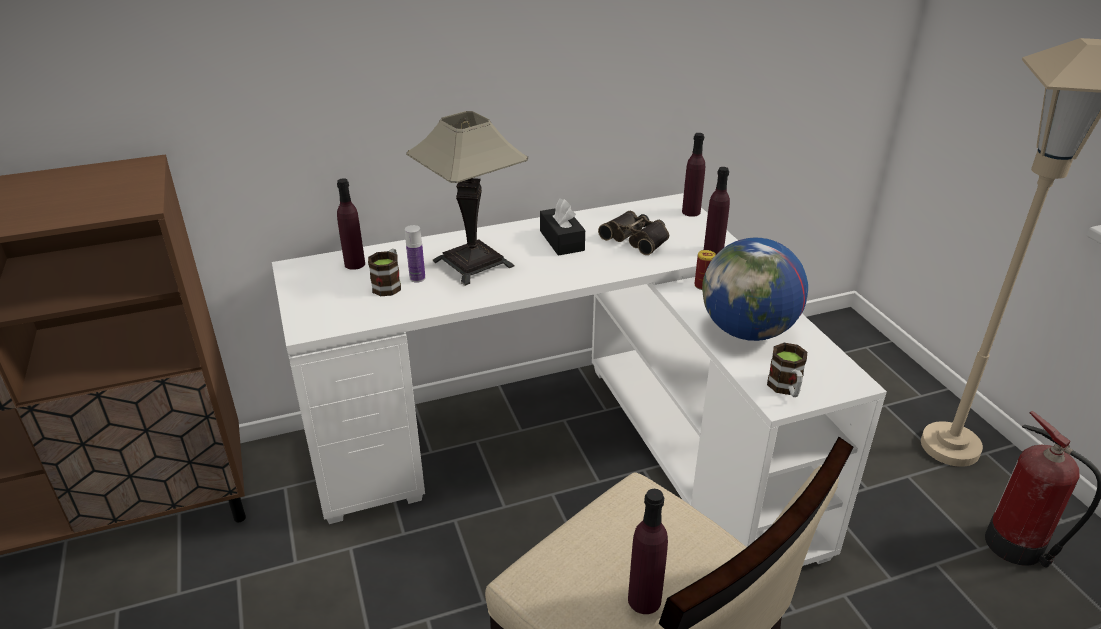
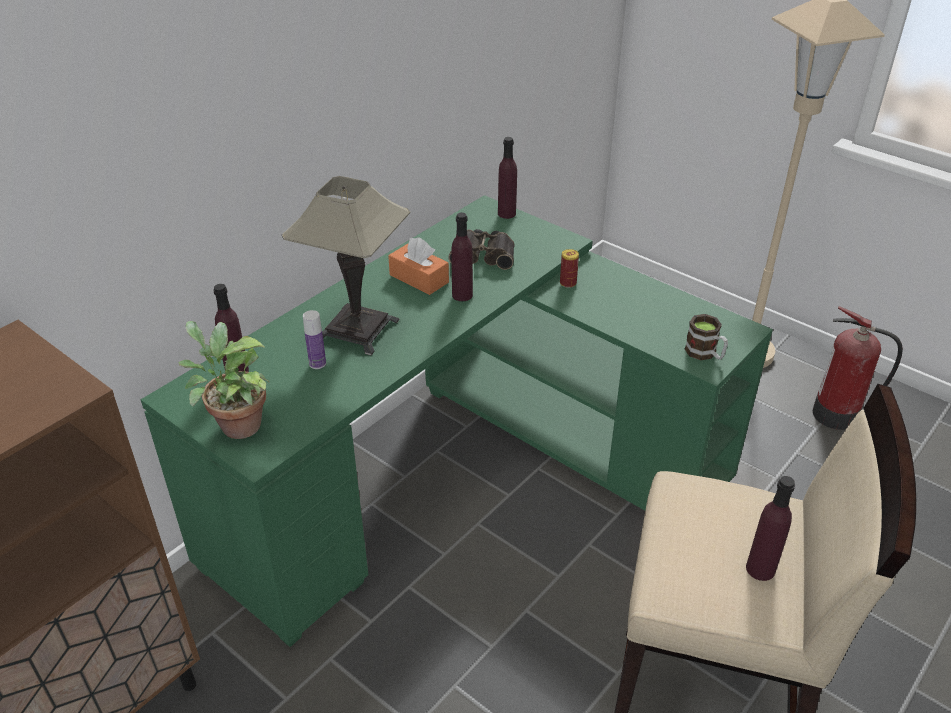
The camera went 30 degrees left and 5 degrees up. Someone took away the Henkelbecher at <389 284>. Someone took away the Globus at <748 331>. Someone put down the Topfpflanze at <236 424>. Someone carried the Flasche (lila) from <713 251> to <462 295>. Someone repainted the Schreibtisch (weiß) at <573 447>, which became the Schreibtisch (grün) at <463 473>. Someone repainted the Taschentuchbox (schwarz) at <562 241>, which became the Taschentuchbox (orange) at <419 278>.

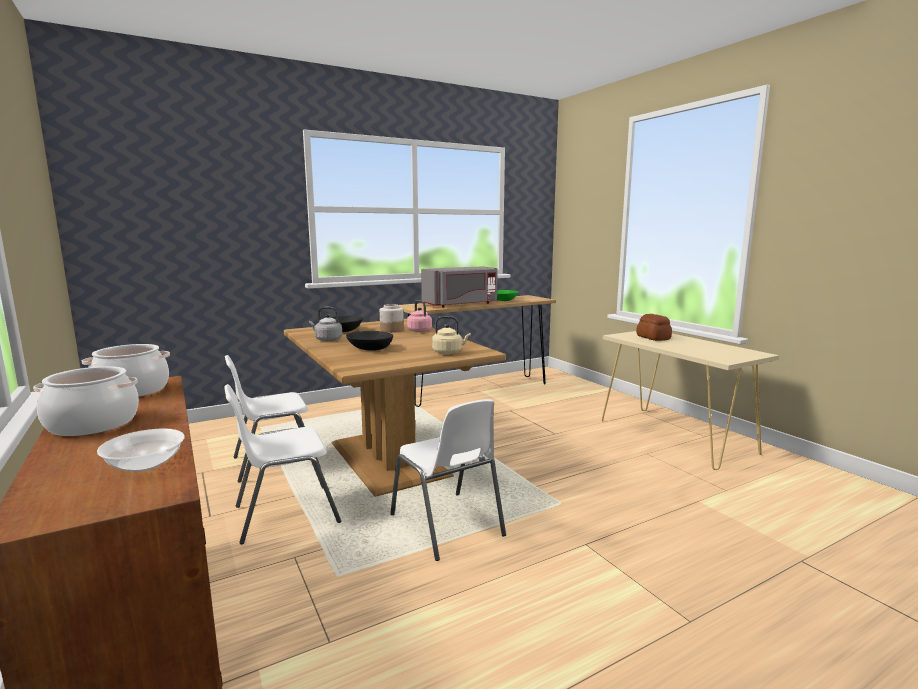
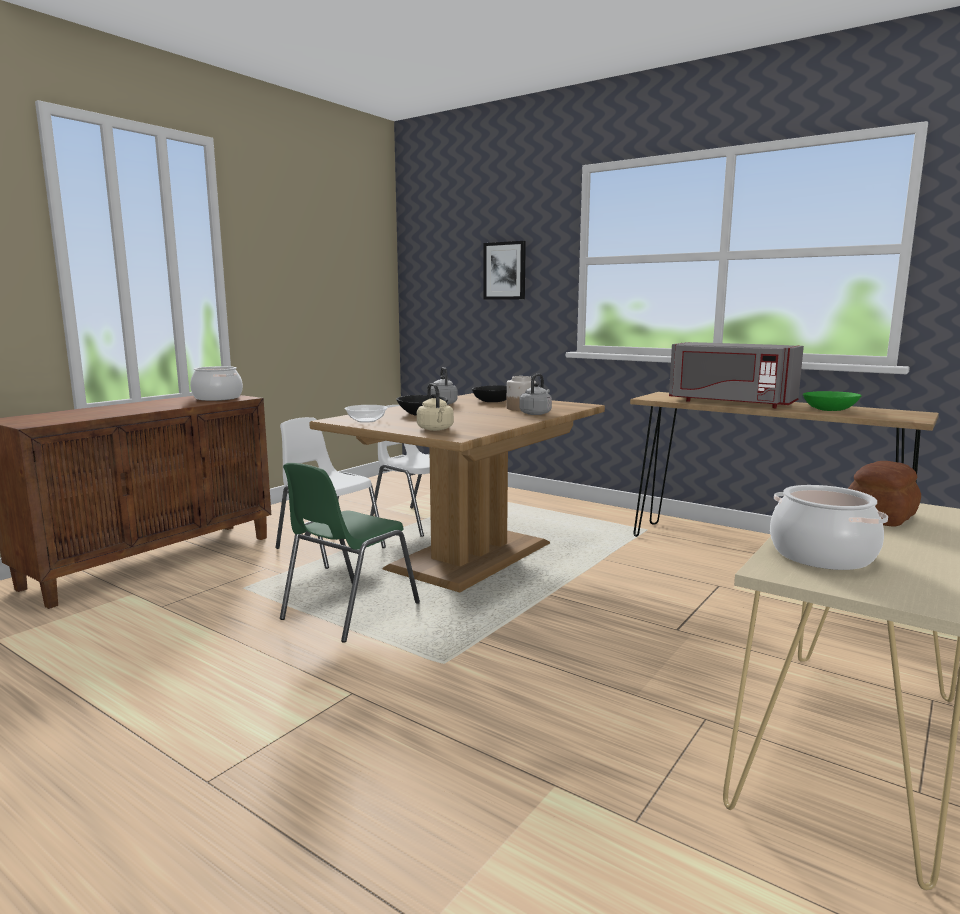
The camera went 65 degrees right and 0 degrees up. Someone put up the Bild at <505 271>. Someone carried the Kochtopf from <93 424> to <823 555>. Someone carried the Schüssel from <145 464> to <366 421>. Someone repainted the Stuhl (weiß) at <447 526>, which became the Stuhl (grün) at <348 611>. Someone repainted the Wasserkessel (rosa) at <418 330>, which became the Wasserkessel (grau) at <536 413>.

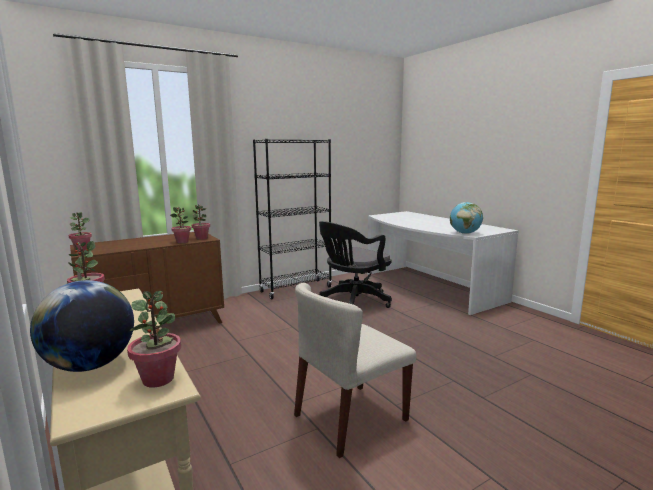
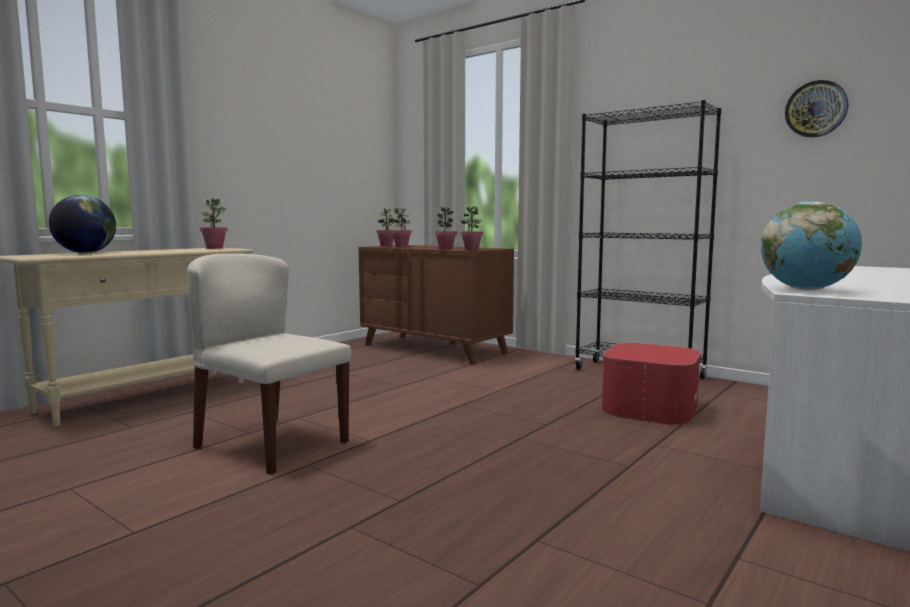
The camera went 70 degrees right and 5 degrees down. Someone put up the Wanduhr at <816 109>. Someone carried the Topfpflanze from <158 379> to <402 246>. Someone swapped the Bürostuhl (schwarz) at <353 301> for the Polsterhocker at <649 408>.

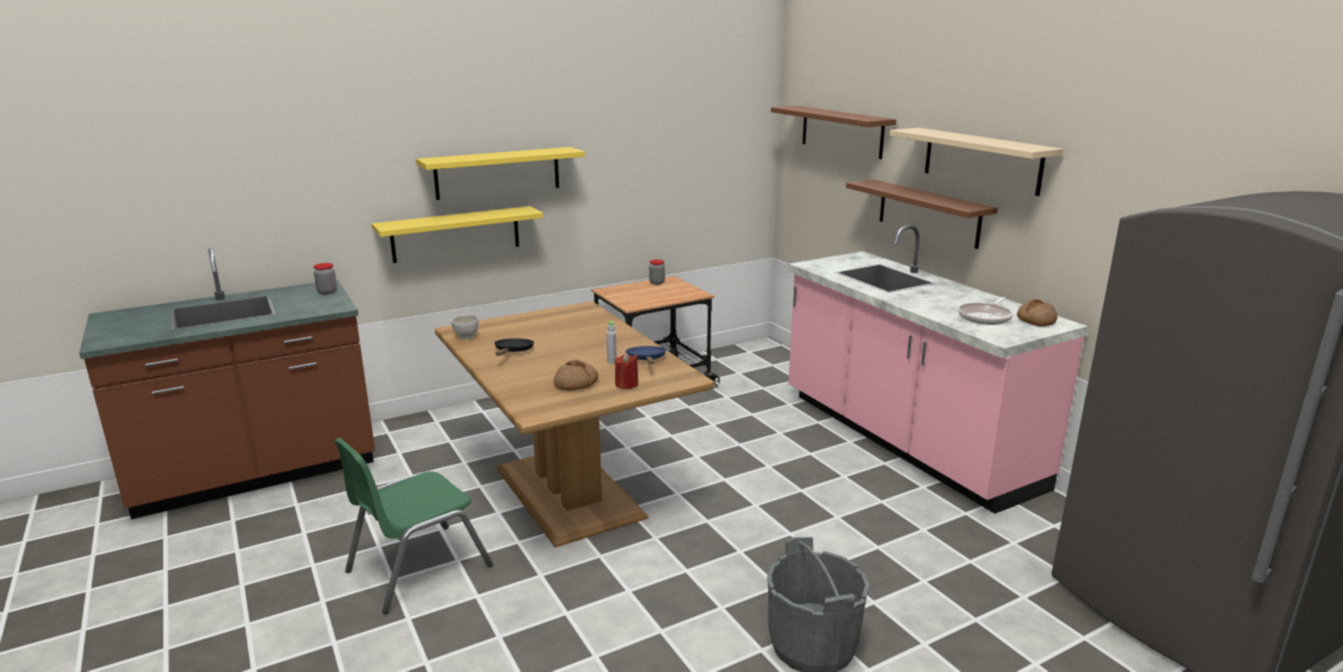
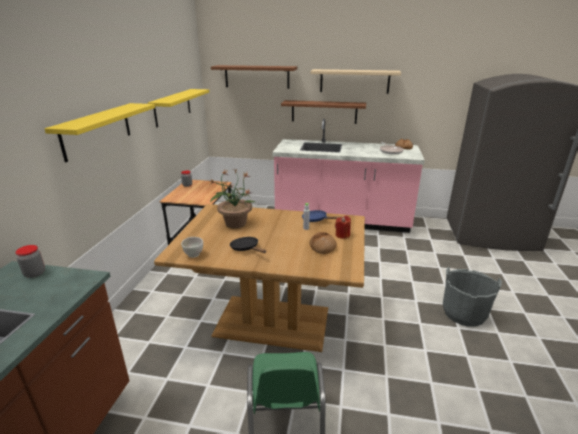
The camera went 50 degrees left and 5 degrees up. Someone put down the Topfpflanze at <235 223>. Someone carried the Wandregal (gelb) from <456 234> to <172 107>.

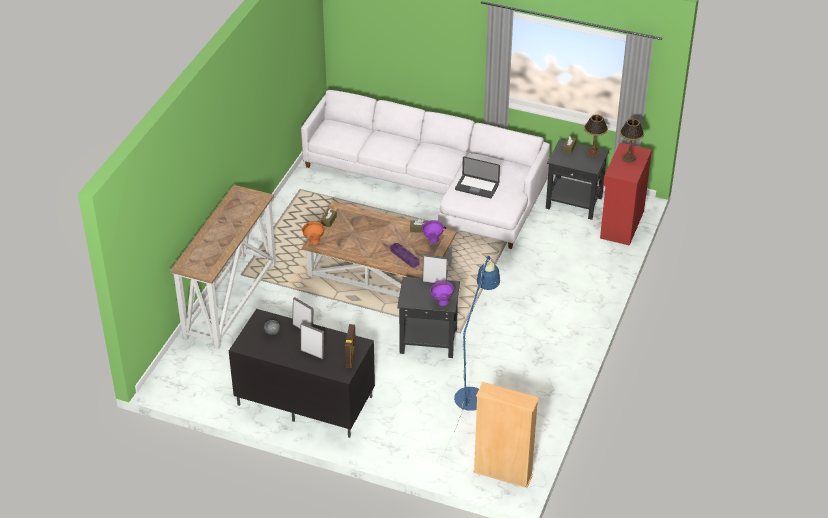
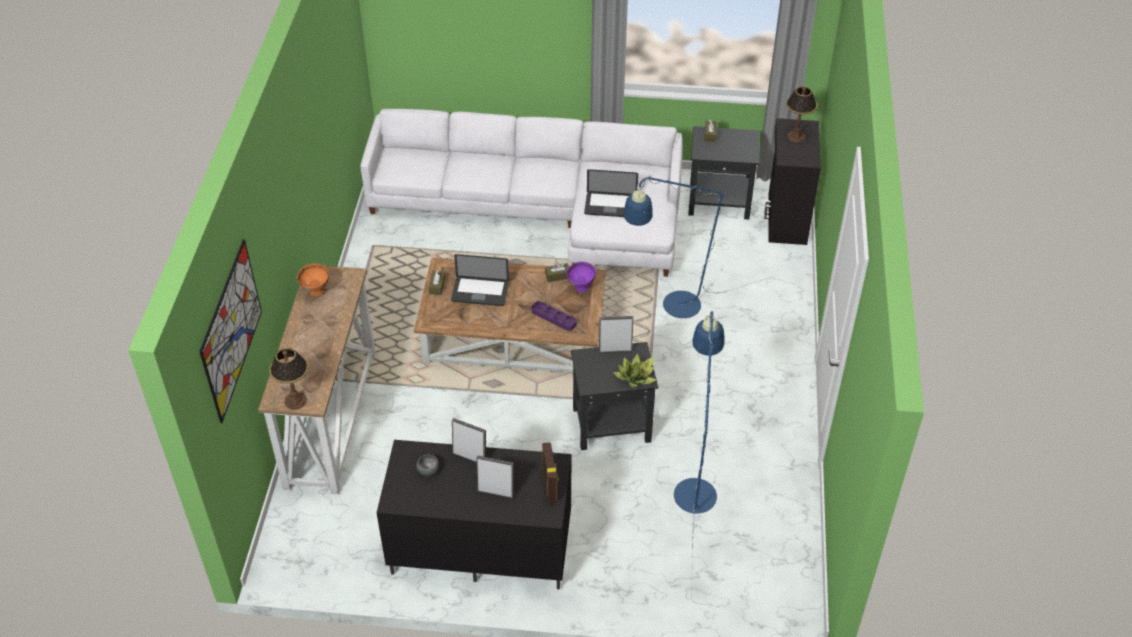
The camera went 15 degrees left and 5 degrees up. Someone took away the Bücherregal (beige) at <503 473>. Someone put up the Bild at <231 330>. Someone put down the Laptop at <480 292>. Someone put down the Stehlampe (blau) at <672 307>. Someone carried the Schüssel (orange) from <314 242> to <316 292>. Someone carried the Tischlampe from <593 152> to <296 400>. Someone swapped the Schüssel (lila) at <442 302> for the Topfpflanze at <636 377>. Someone repainted the Schrank (rot) at <621 224>, which became the Schrank (schwarz) at <786 219>.

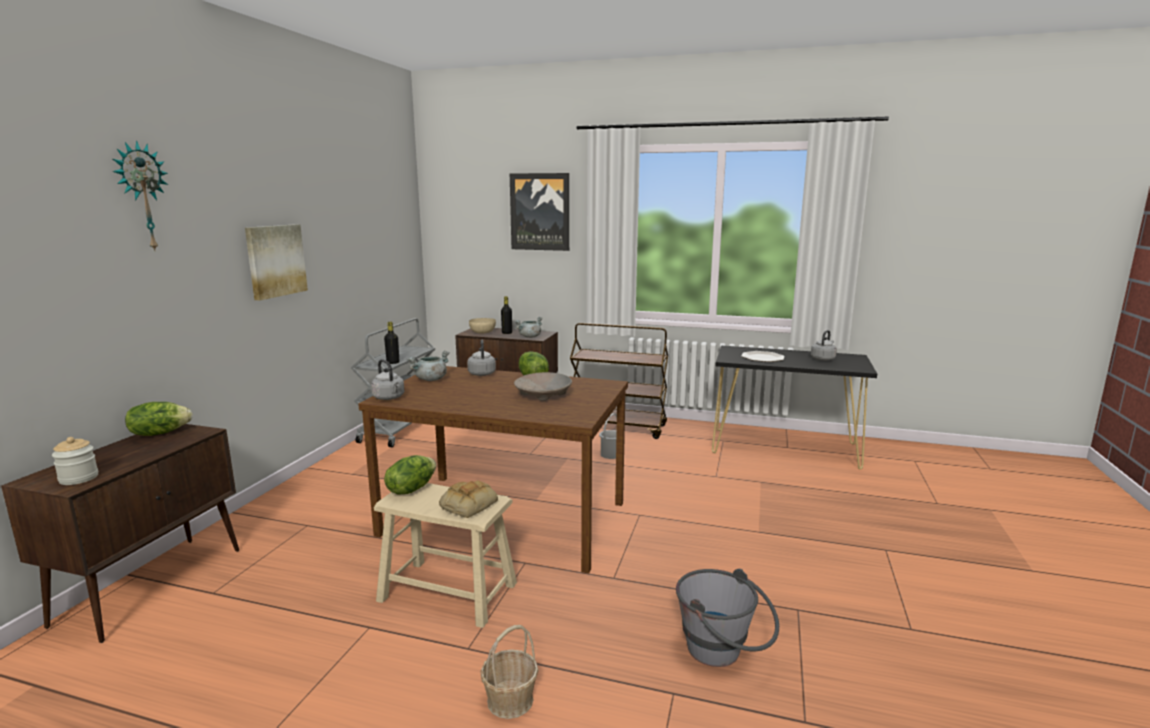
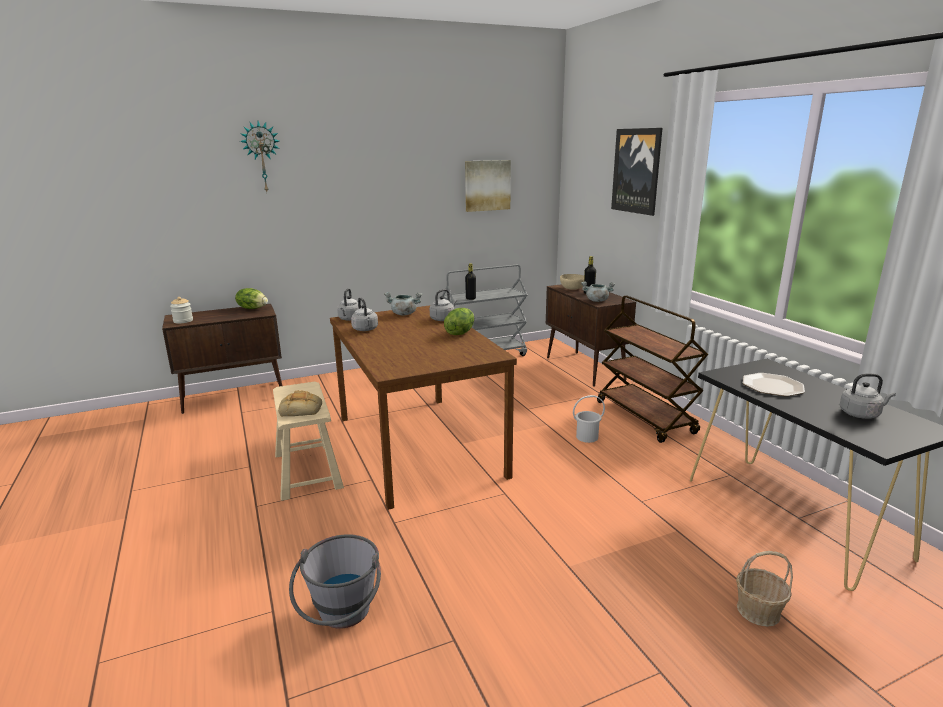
The camera went 50 degrees right and 5 degrees up. Someone took away the Salatkopf at <411 489>. Someone took away the Schüssel (beige) at <544 395>. Someone put down the Wasserkessel (grau) at <365 329>. Someone carried the Bild from <275 260> to <487 185>. Someone carried the Korb from <509 700> to <758 610>.

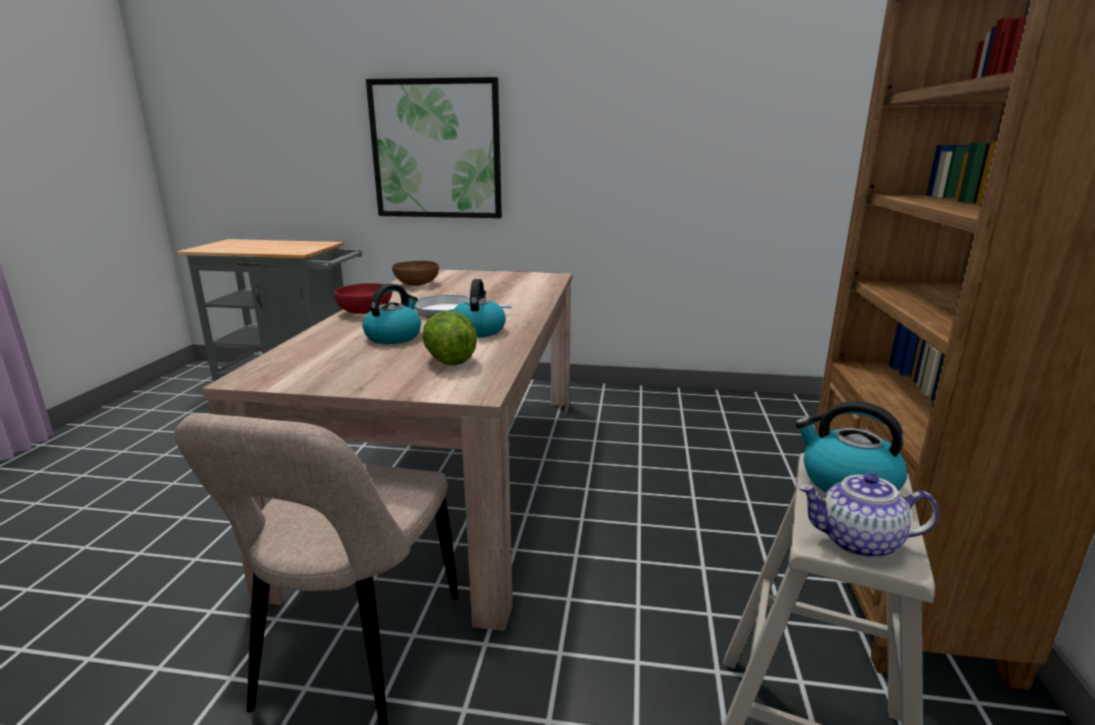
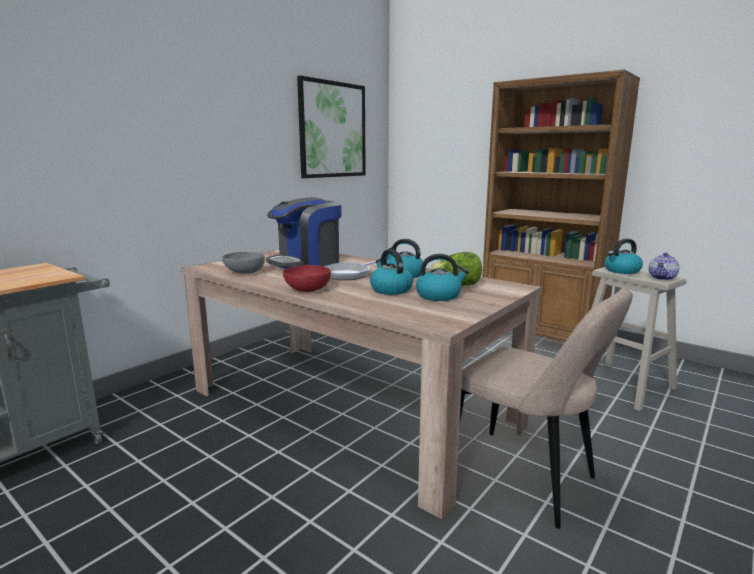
The camera went 60 degrees left and 5 degrees down. Someone put down the Kaffeemaschine at <306 262>. Someone put down the Wasserkessel at <439 296>. Someone carried the Bild from <436 150> to <332 130>. Someone repainted the Schüssel (braun) at <416 284>, which became the Schüssel (grau) at <244 272>.

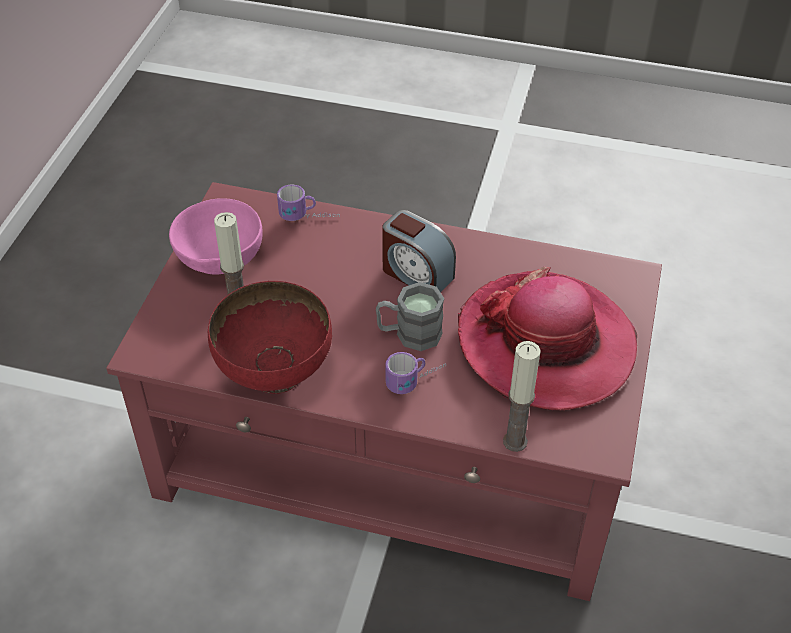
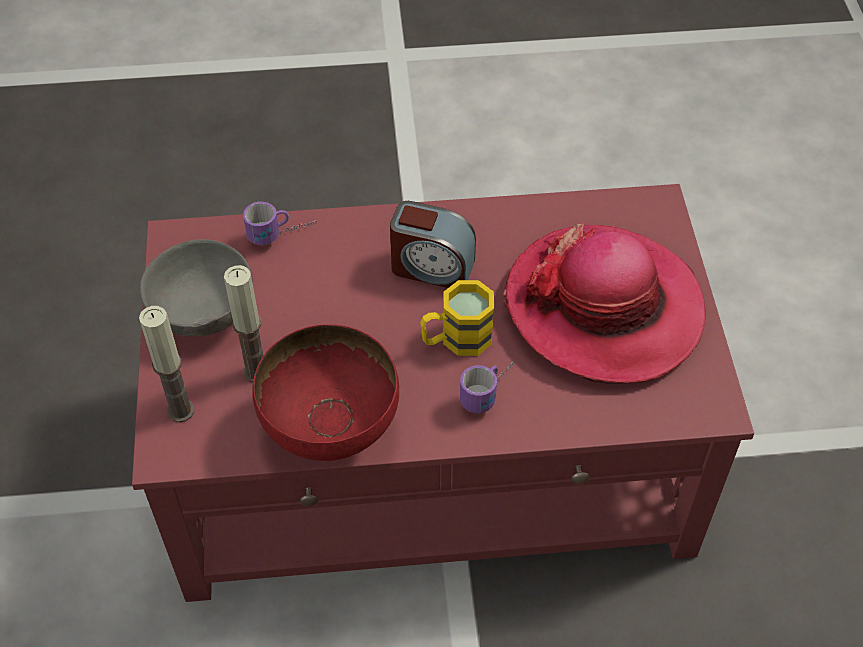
The camera went 20 degrees left and 5 degrees up. Someone carried the Kerze from <515 441> to <181 411>. Someone repainted the Schüssel (rosa) at <219 261>, which became the Schüssel (grau) at <203 315>. Someone repainted the Henkelbecher (grau) at <409 334>, which became the Henkelbecher (gelb) at <456 339>.

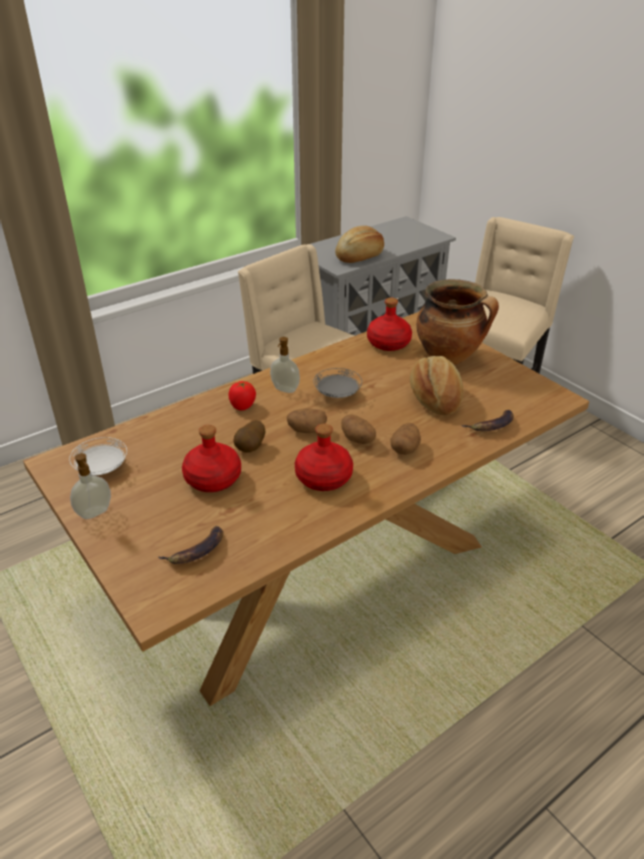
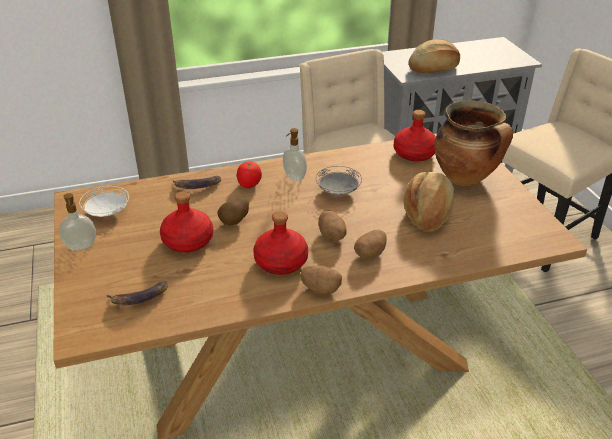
The camera went 20 degrees right and 0 degrees up. Someone carried the Kartoffel from <306 430> to <320 288>. Someone carried the Banane from <491 426> to <197 186>.

